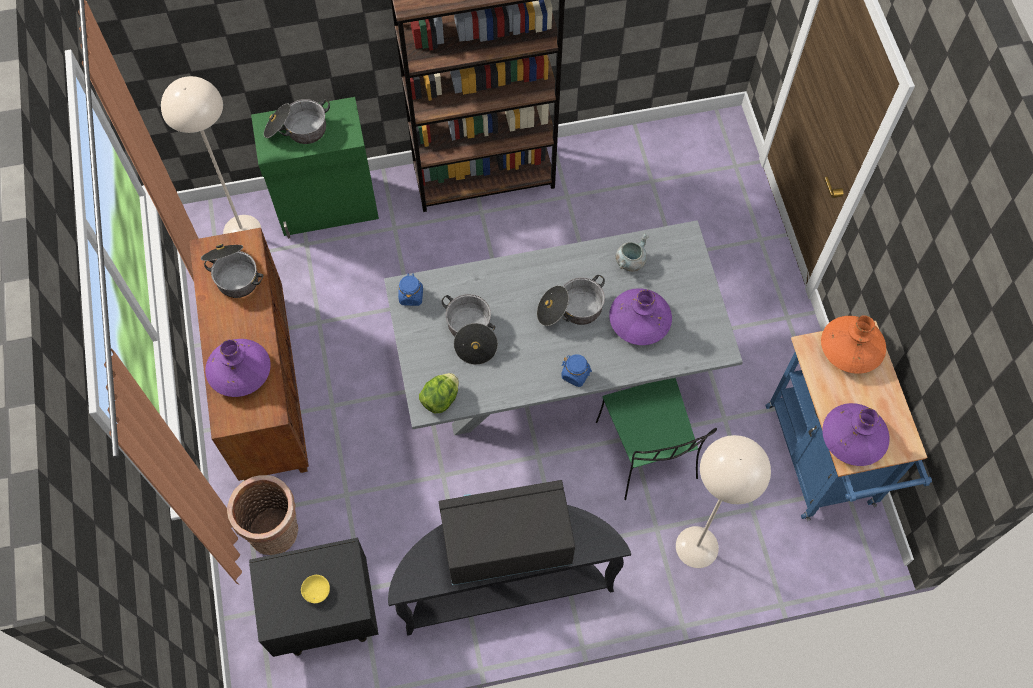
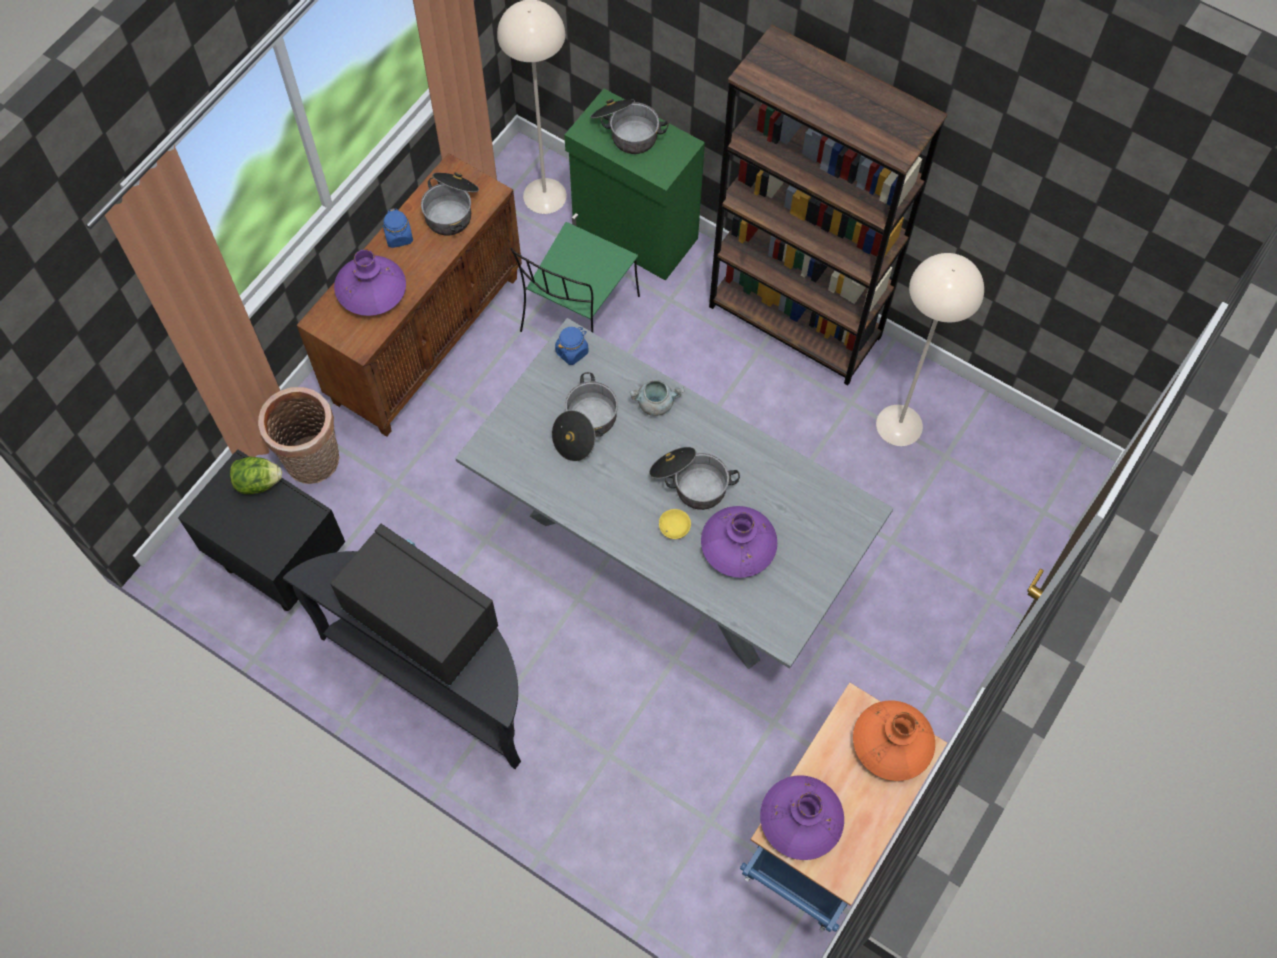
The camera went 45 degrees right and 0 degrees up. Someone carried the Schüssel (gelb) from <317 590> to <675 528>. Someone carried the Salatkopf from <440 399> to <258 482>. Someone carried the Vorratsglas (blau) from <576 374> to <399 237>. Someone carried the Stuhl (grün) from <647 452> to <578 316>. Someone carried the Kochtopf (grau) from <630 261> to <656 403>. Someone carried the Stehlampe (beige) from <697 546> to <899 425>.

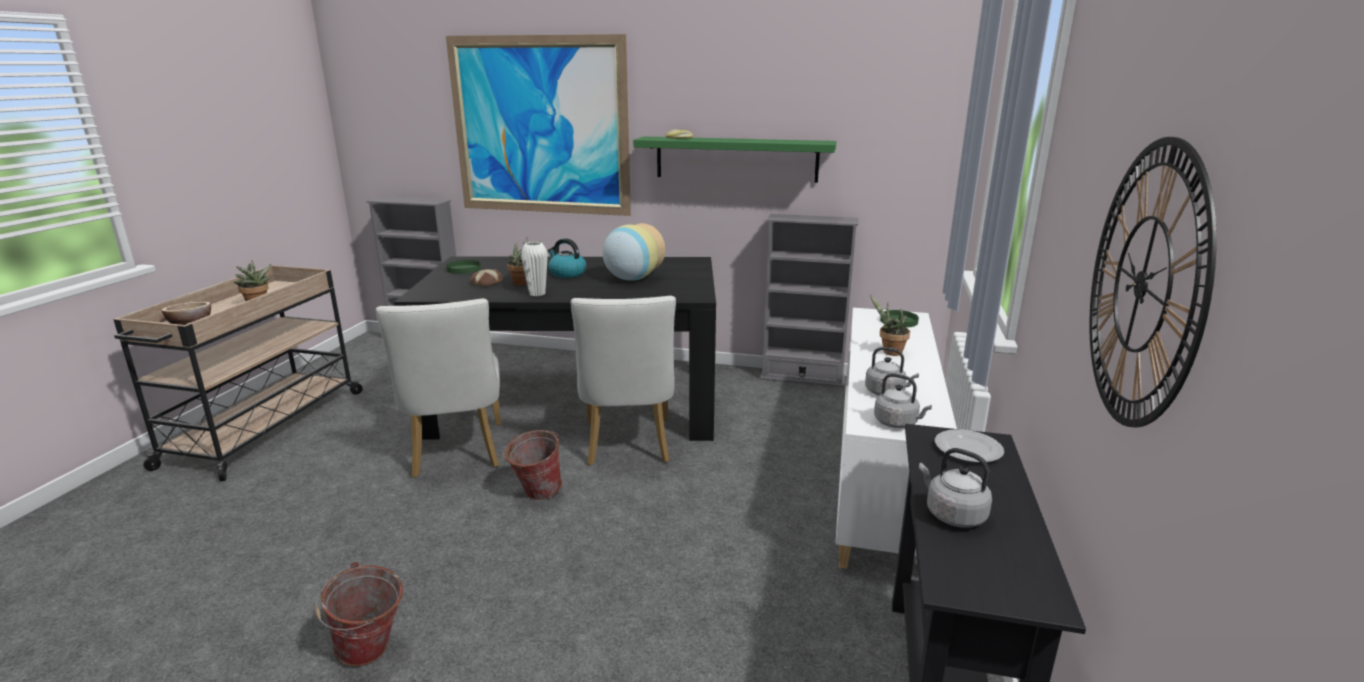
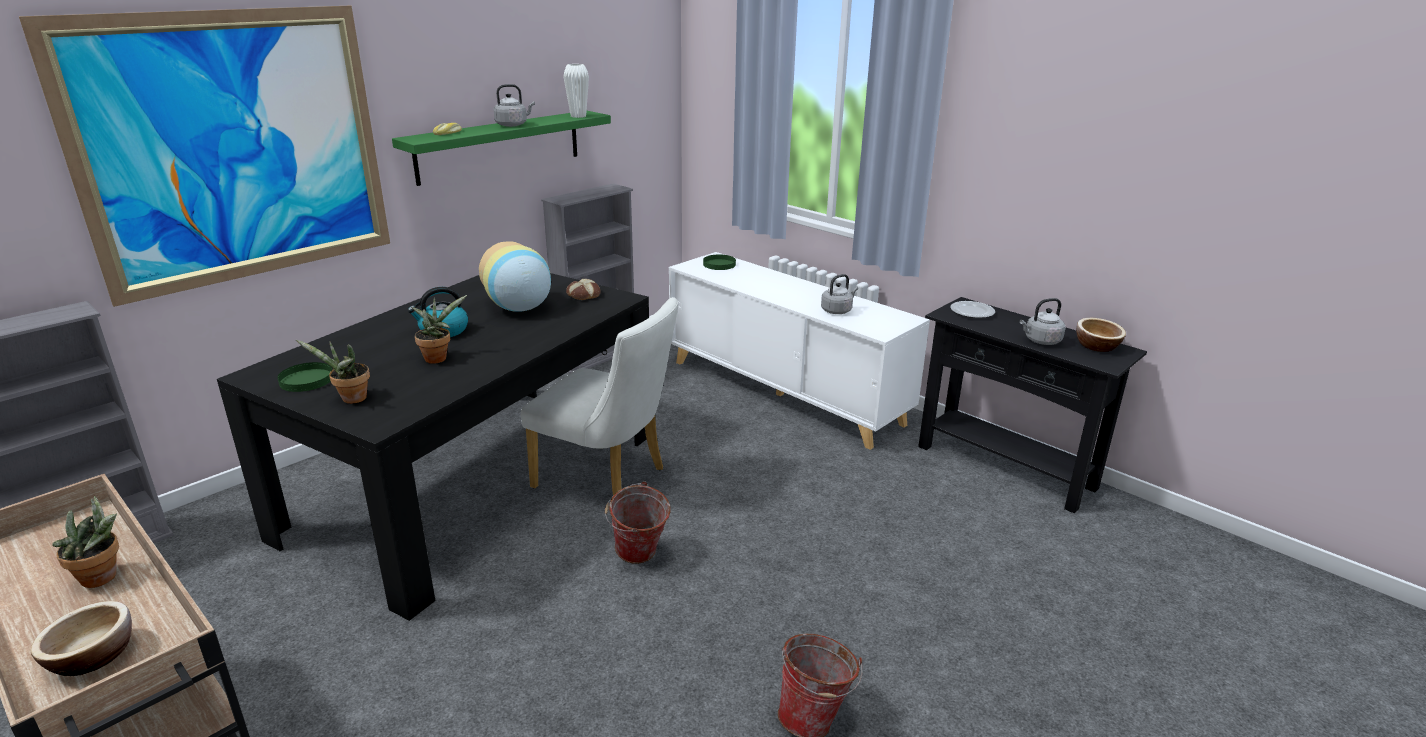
The camera went 60 degrees left and 5 degrees up. Someone took away the Stuhl (weiß) at <457 454>. Someone took away the Wanduhr at <1142 284>. Someone put down the Schüssel at <1096 346>. Someone carried the Brot from <486 282> to <583 295>. Someone carried the Vase (weiß) from <537 293> to <578 116>. Someone carried the Topfpflanze from <889 352> to <350 399>. Someone carried the Wasserkessel (grau) from <898 423> to <513 125>.

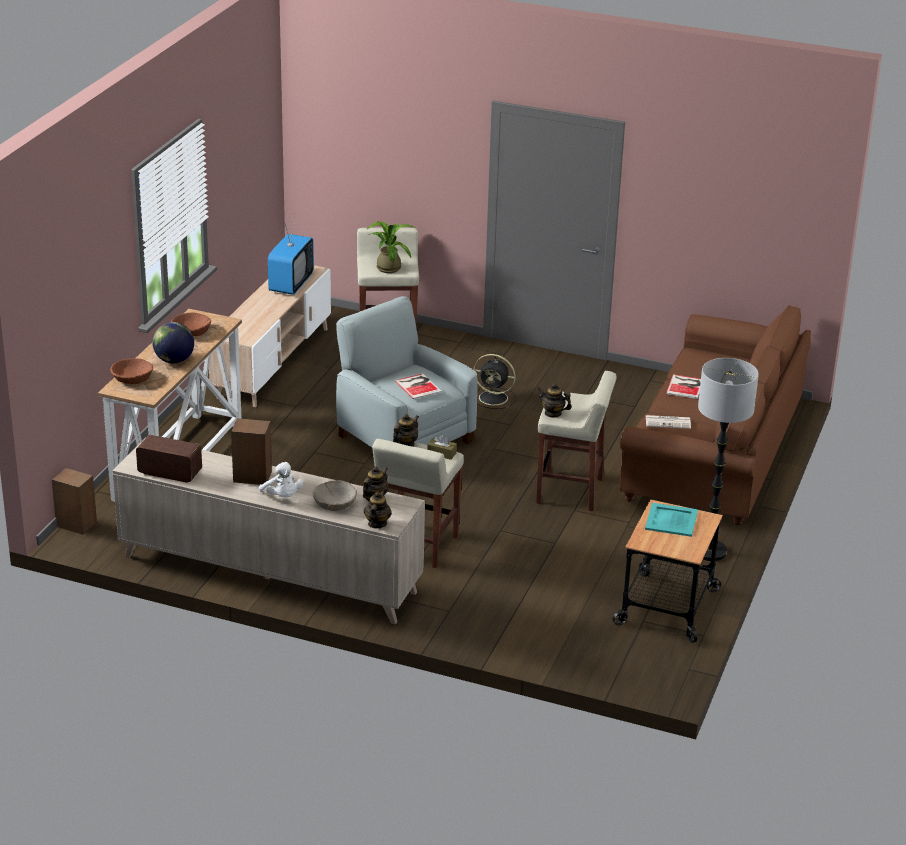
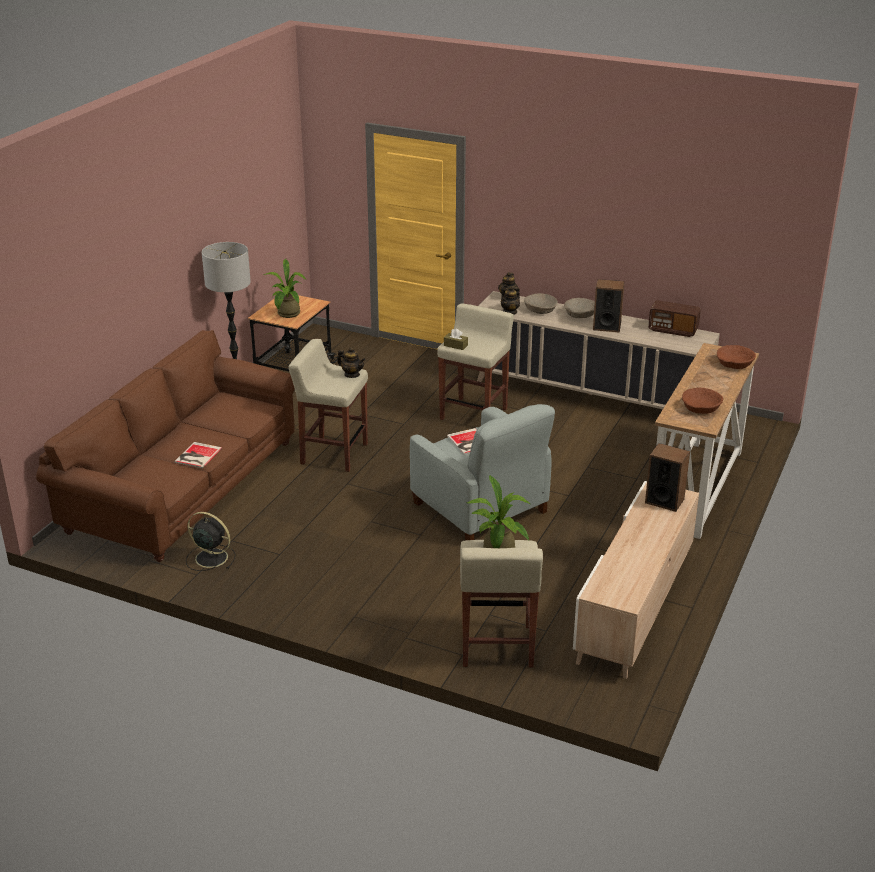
The camera went 175 degrees left and 0 degrees up. Someone took away the Globus at <174 360>. Someone took away the Fernseher at <291 284>. Someone took away the Teekanne at <405 444>. Someone took away the Zeitung at <668 422>. Someone carried the Lautsprecher from <76 524> to <664 501>. Someone carried the Ventilator (schwarz) from <494 398> to <210 558>. Someone swapped the Plüschtier (weiß) at <282 497> for the Schüssel (beige) at <580 314>. Someone swapped the Tablett (türkis) at <672 520> for the Topfpflanze at <287 315>.

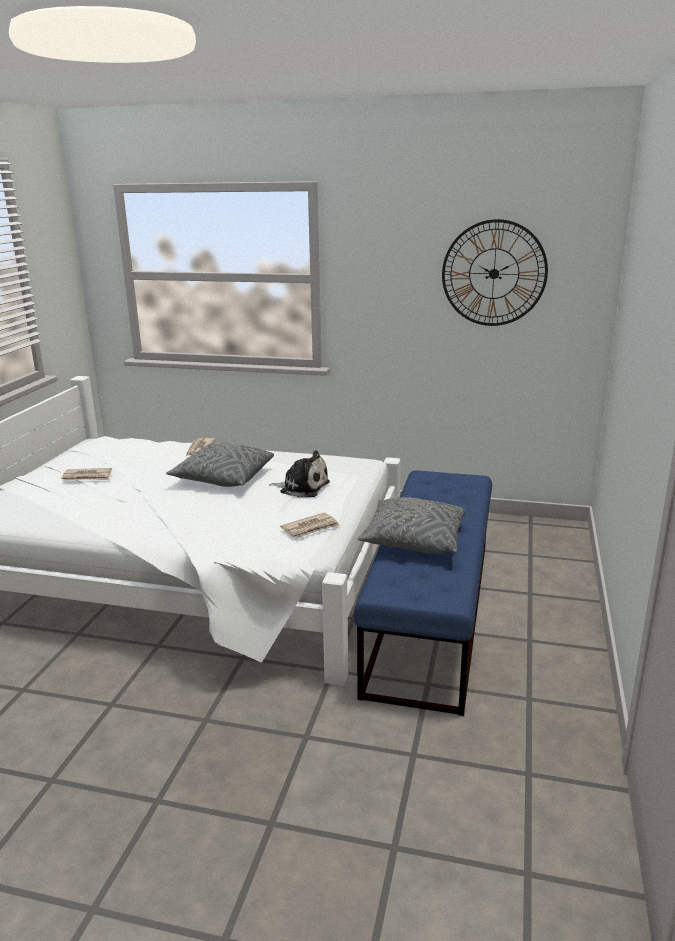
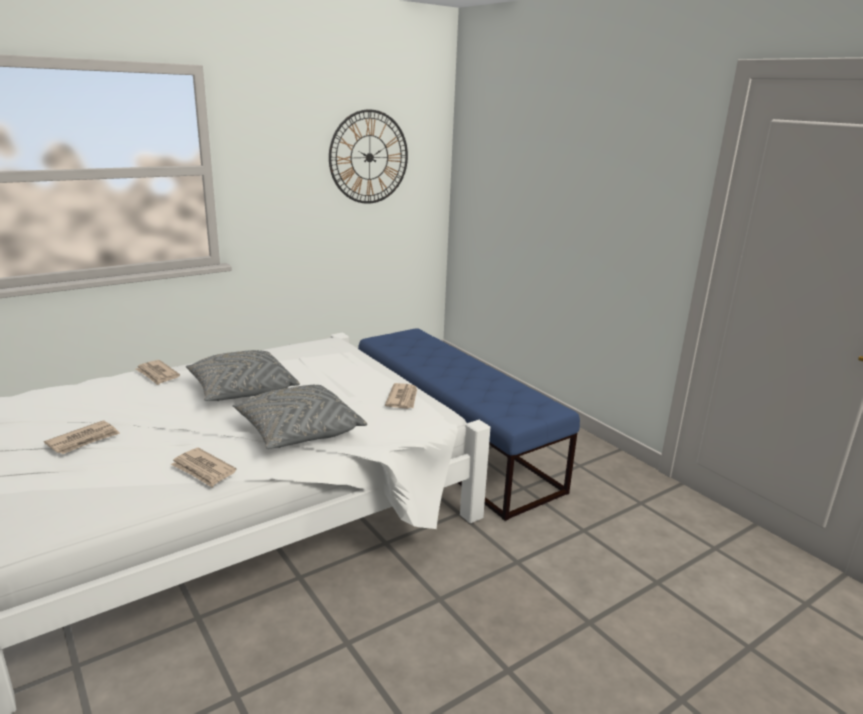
The camera went 50 degrees left and 0 degrees up. Someone took away the Plüschtier at <302 487>. Someone put down the Zeitung at <203 470>. Someone carried the Kissen (grau) from <413 541> to <298 432>.

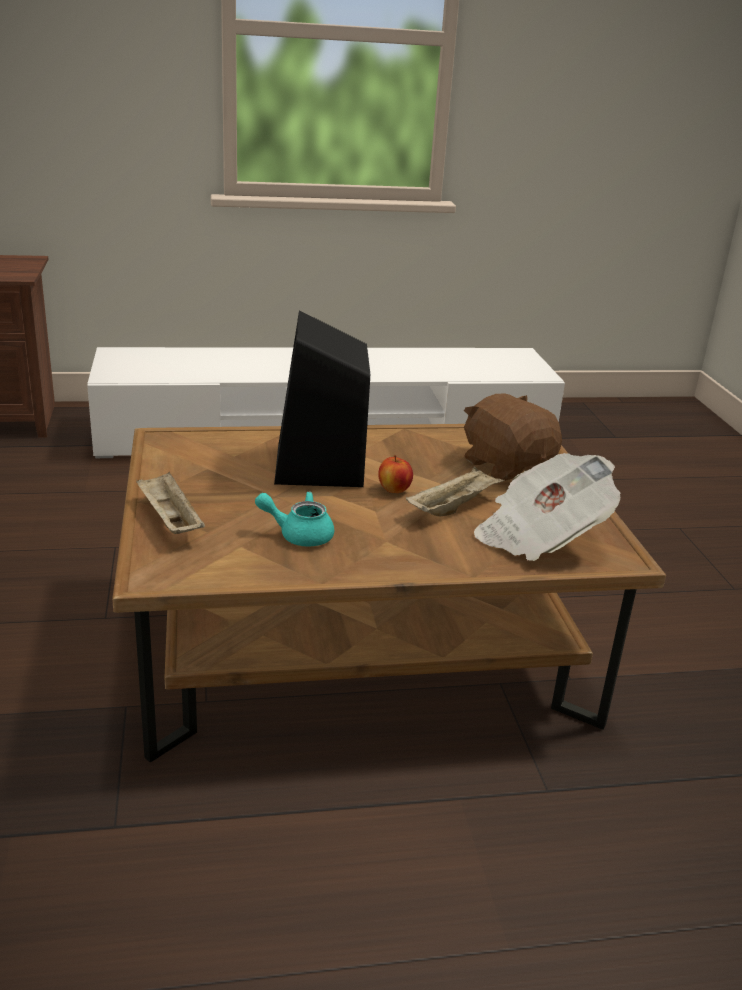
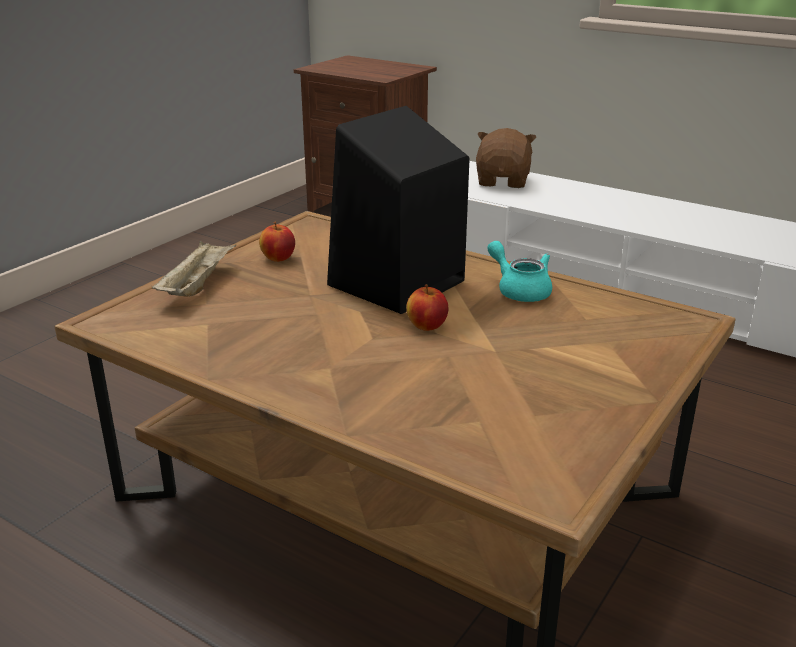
The camera went 45 degrees right and 0 degrees up. Someone took away the Tablett (beige) at <453 507>. Someone took away the Zeitung at <540 536>. Someone put down the Apfel at <278 258>. Someone carried the Teekanne (türkis) from <299 534> to <520 290>. Someone carried the Plüschtier (braun) from <507 466> to <503 181>.

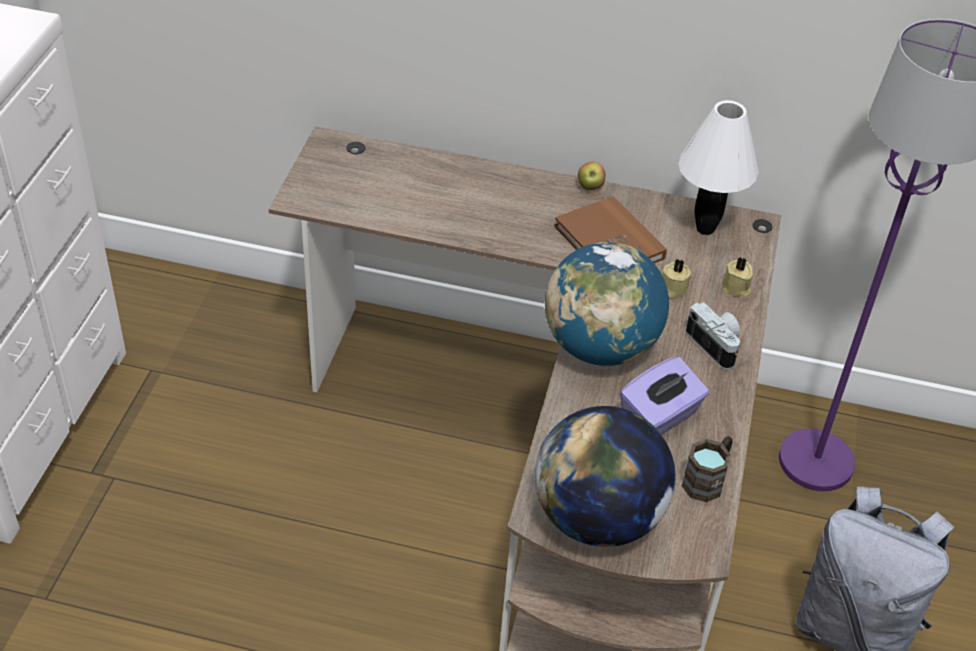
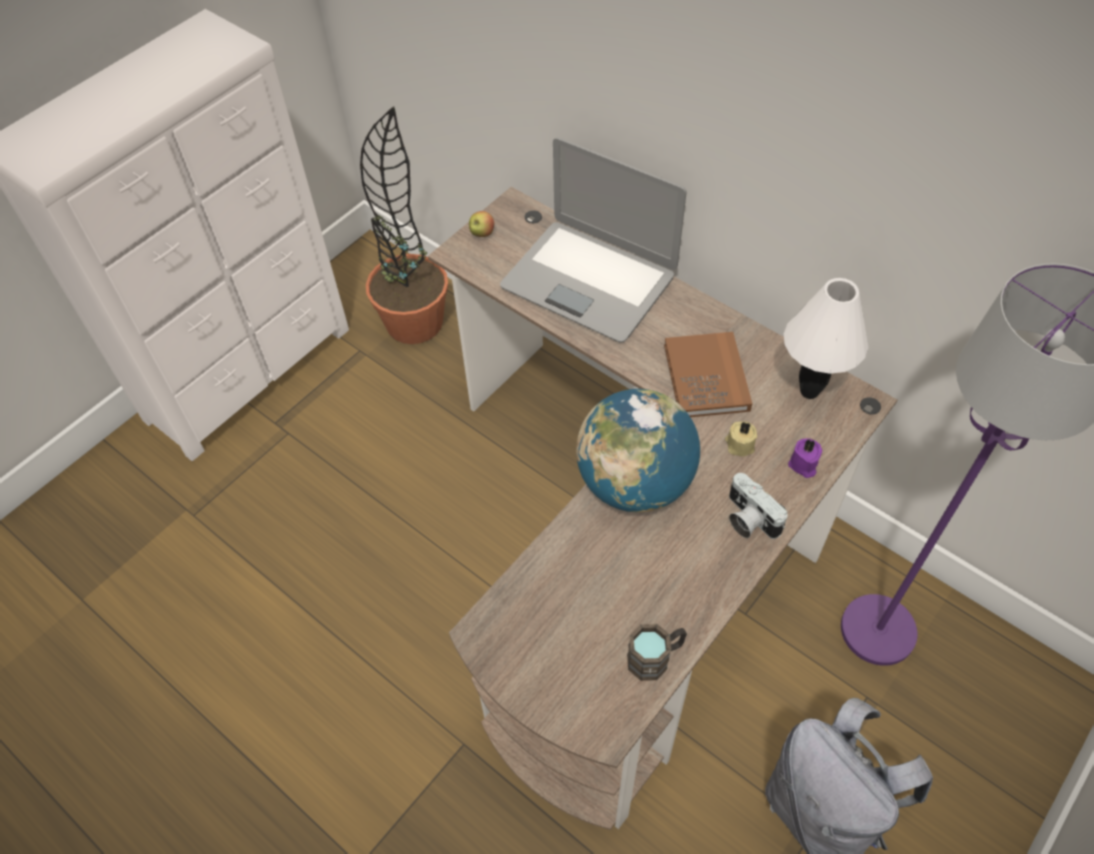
The camera went 30 degrees right and 10 degrees up. Someone took away the Globus at <598 518>. Someone took away the Taschentuchbox (lila) at <660 416>. Someone put down the Topfpflanze at <414 322>. Someone put down the Laptop at <589 280>. Someone carried the Apfel from <590 187> to <482 233>. Someone repainted the Kerze (beige) at <736 288>, which became the Kerze (lila) at <803 465>. Someone rotated the Kamera at <716 345> by 150 degrees clockwise.

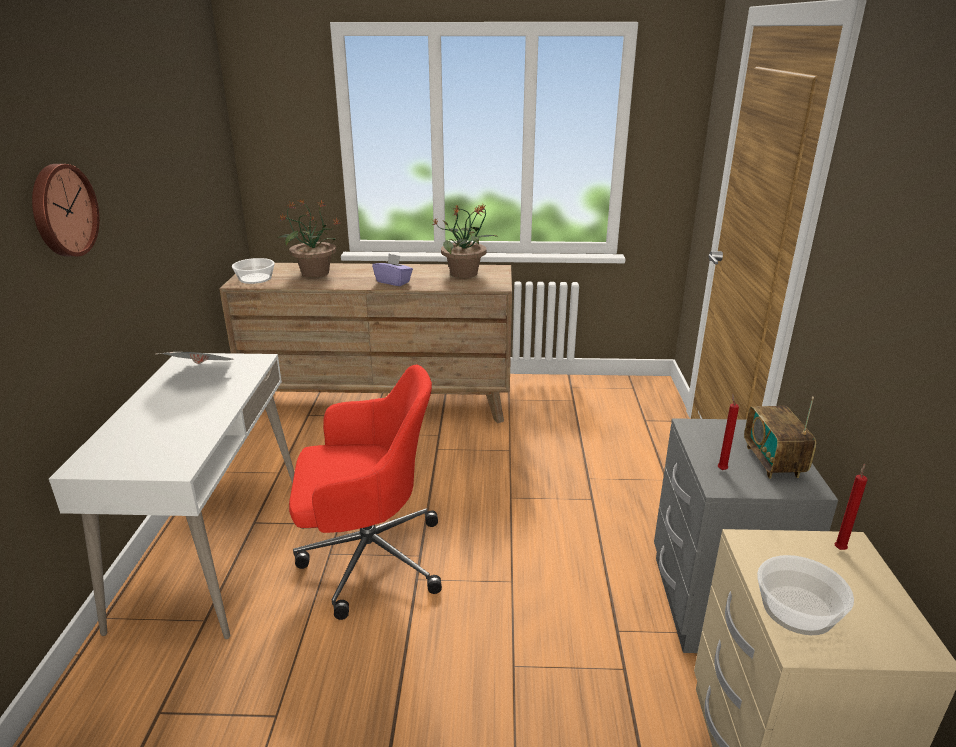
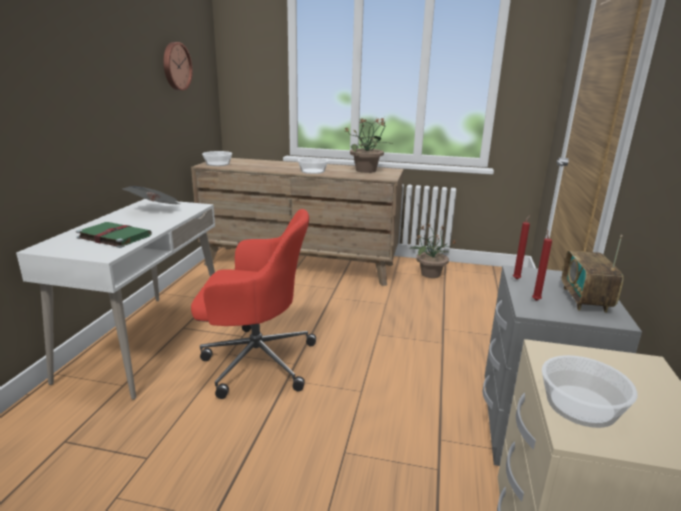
The camera went 10 degrees right and 5 degrees down. Someone put down the Buch (grün) at <113 236>. Someone carried the Wanduhr from <62 210> to <176 66>. Someone carried the Topfpflanze from <314 273> to <430 274>. Someone carried the Kerze (rot) from <840 548> to <517 279>. Someone swapped the Taschentuchbox (lila) at <393 282> for the Schüssel at <312 171>.

